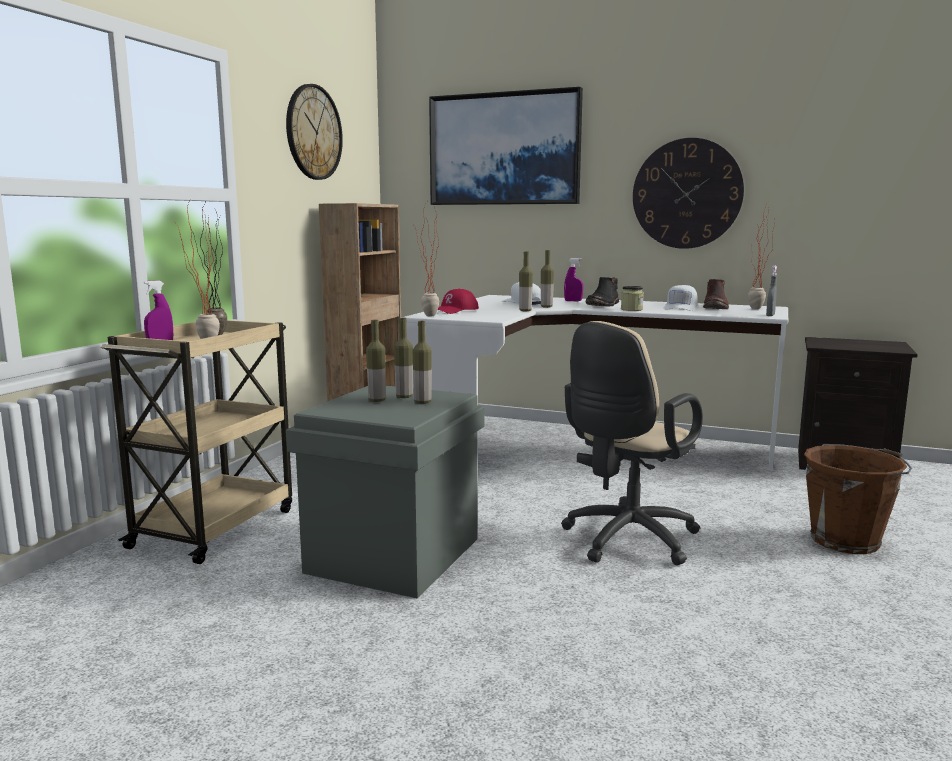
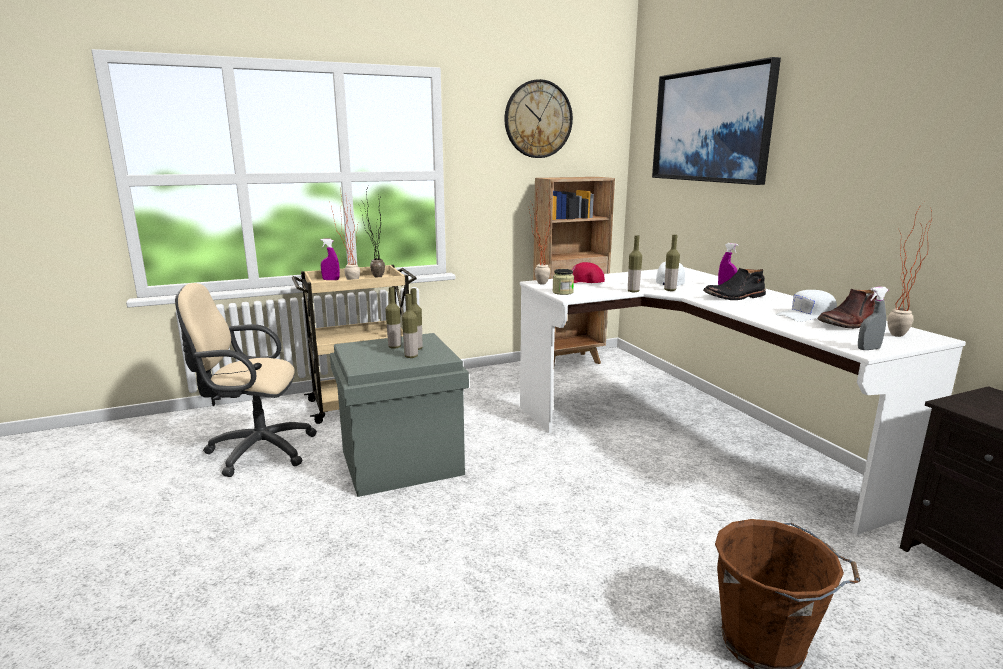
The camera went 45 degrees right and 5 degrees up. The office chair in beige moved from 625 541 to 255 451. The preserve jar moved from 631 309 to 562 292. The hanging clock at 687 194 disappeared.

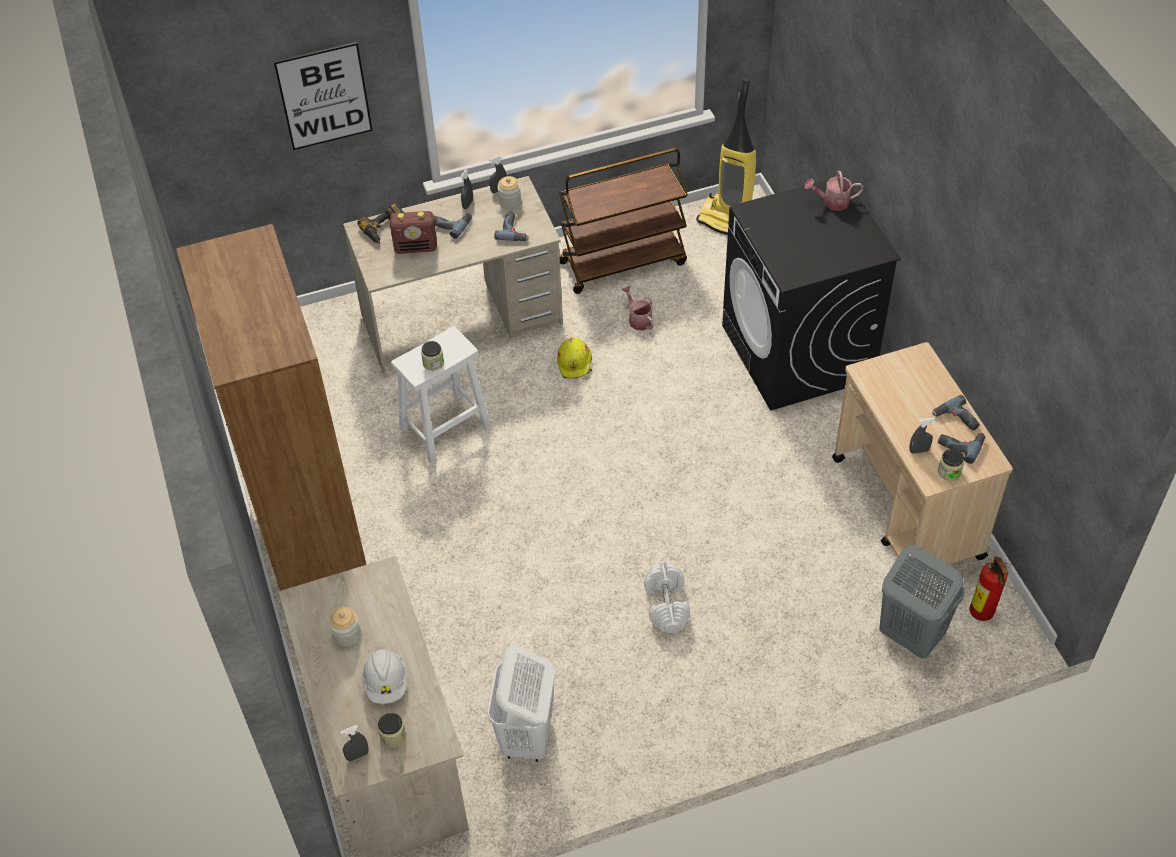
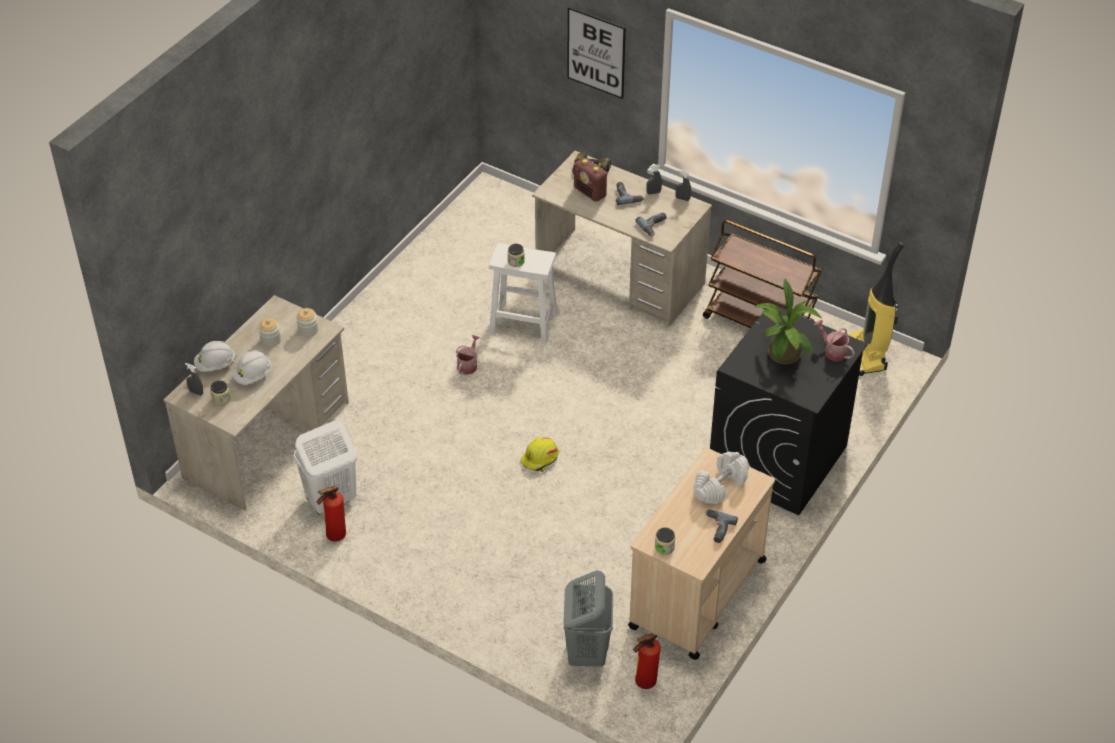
The camera went 50 degrees right and 5 degrees down. The work helmet in whitish at 215 365 appeared. The preserve jar moved from 510 201 to 308 330. The fire extinguisher at 333 537 appeared. The watering pot moved from 638 319 to 468 365. The work helmet in yellow moved from 575 363 to 540 459. The hand weight in whitish moved from 666 604 to 720 485. The houseplant at 783 357 appeared. The bookshelf in brown at 316 554 disappeared. The spray bottle in grey at 919 451 disappeared. The power drill at 960 444 disappeared.

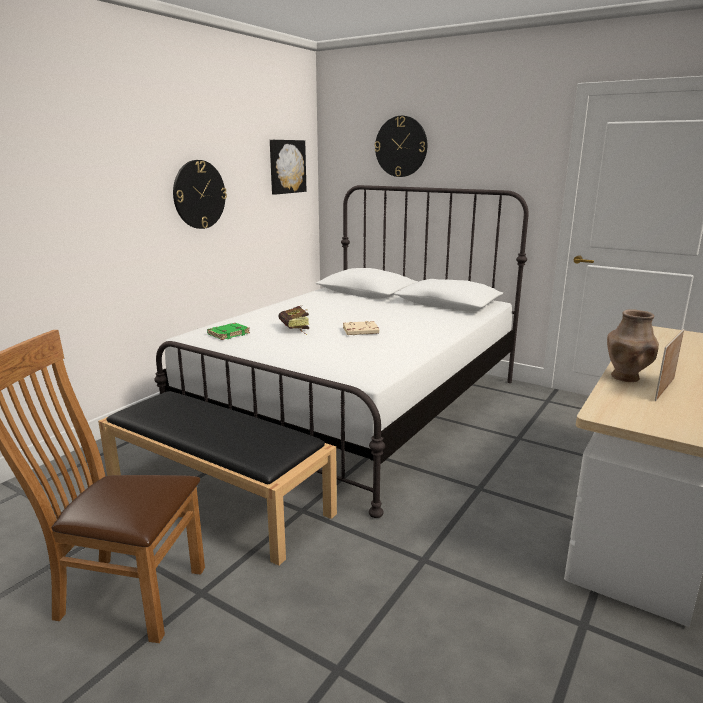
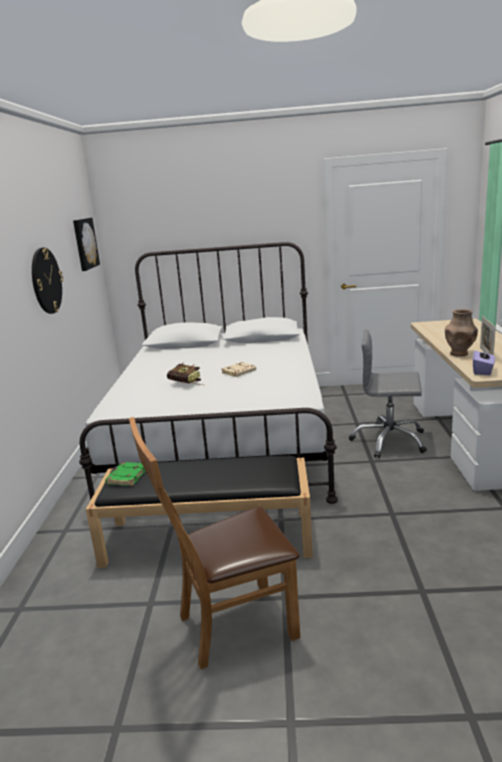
The camera went 30 degrees left and 0 degrees up. The bound book in greenish moved from 228 334 to 126 476. The office chair in grey at 389 441 appeared. The tissue box in purple at 483 371 appeared. The hanging clock at 401 146 disappeared.

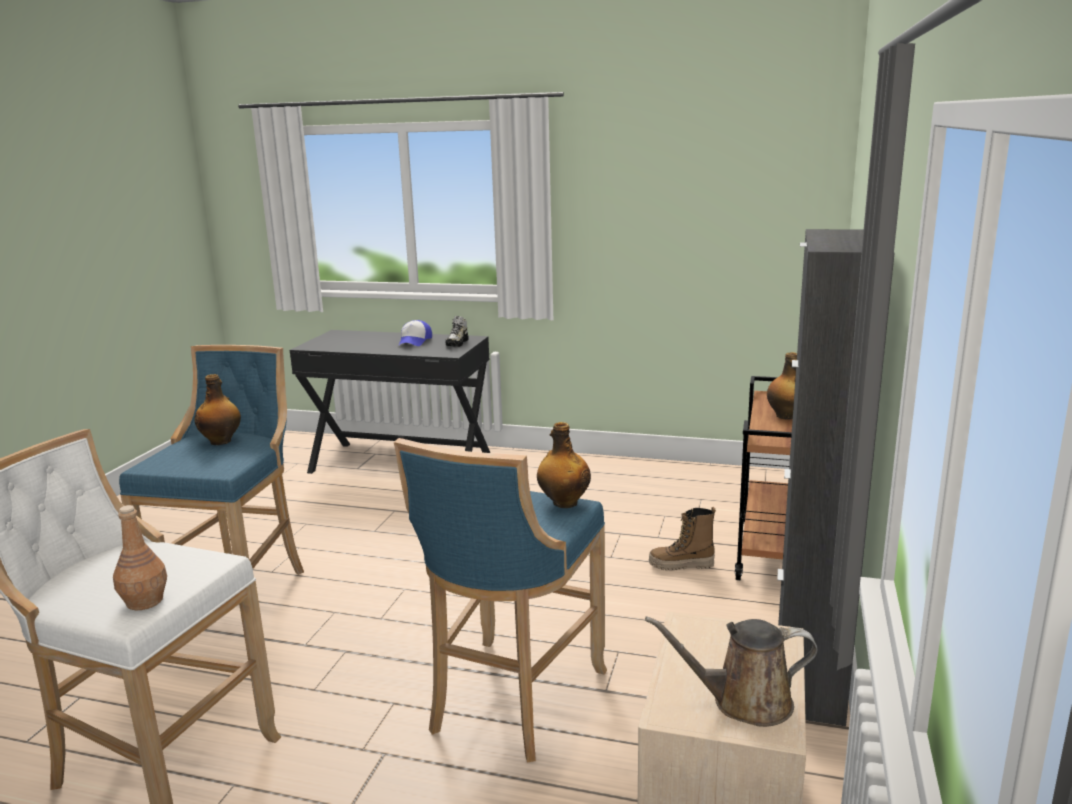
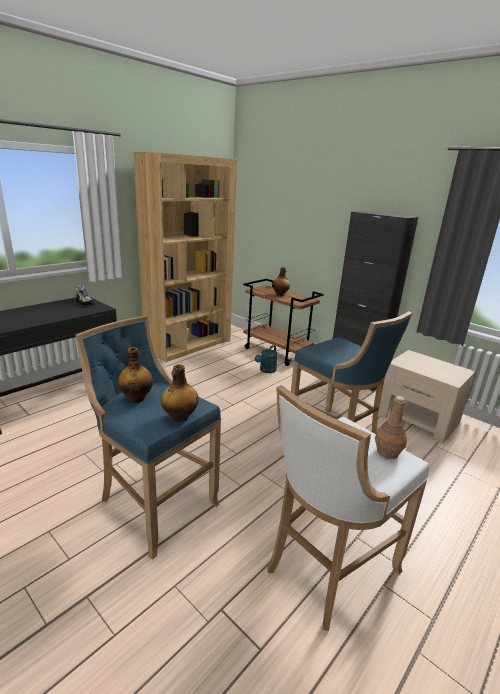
The camera went 65 degrees left and 5 degrees up. The bookshelf in brown at 189 345 appeared. The bottle moved from 564 503 to 179 417. The high-top boot at 681 565 was replaced by the watering pot in turquoise-coloured at 266 370. The peaked cap at 415 341 disappeared. The watering pot in brown at 744 702 disappeared.

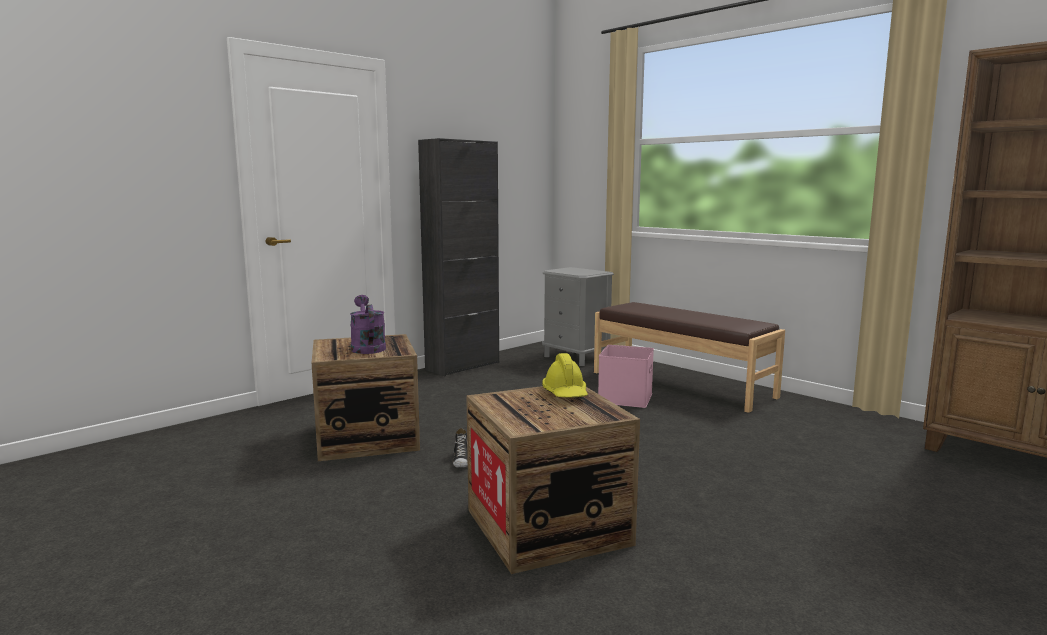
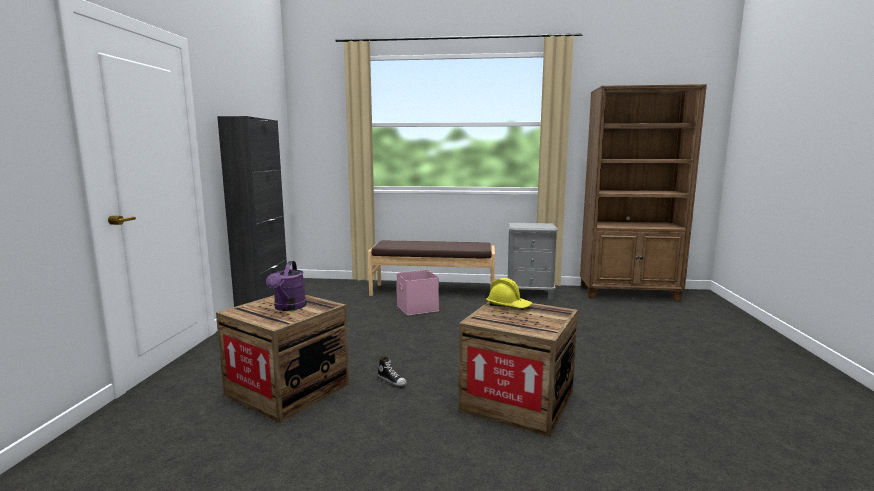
The camera went 40 degrees left and 0 degrees up. The watering pot in purple at 367 347 turned 120 degrees counterclockwise. The bedside table in grey moved from 575 357 to 530 294.

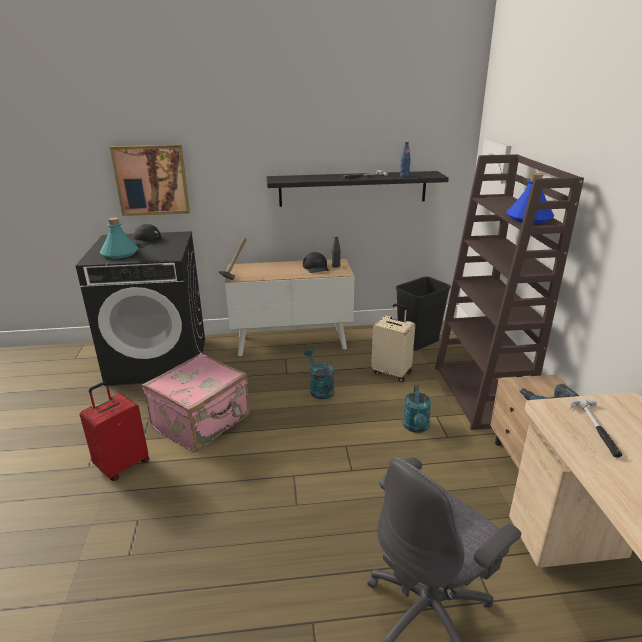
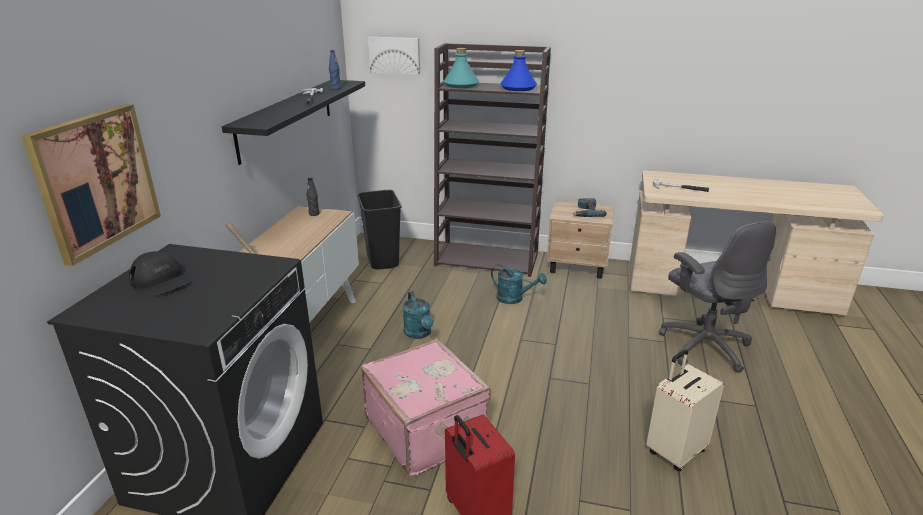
The camera went 70 degrees left and 0 degrees up. The watering pot in turquoise-coloured at 319 389 turned 105 degrees counterclockwise. The bottle in turquoise-coloured moved from 120 253 to 460 85. The suitcase in beige moved from 392 372 to 675 451. The peaked cap in blackish at 316 267 disappeared.

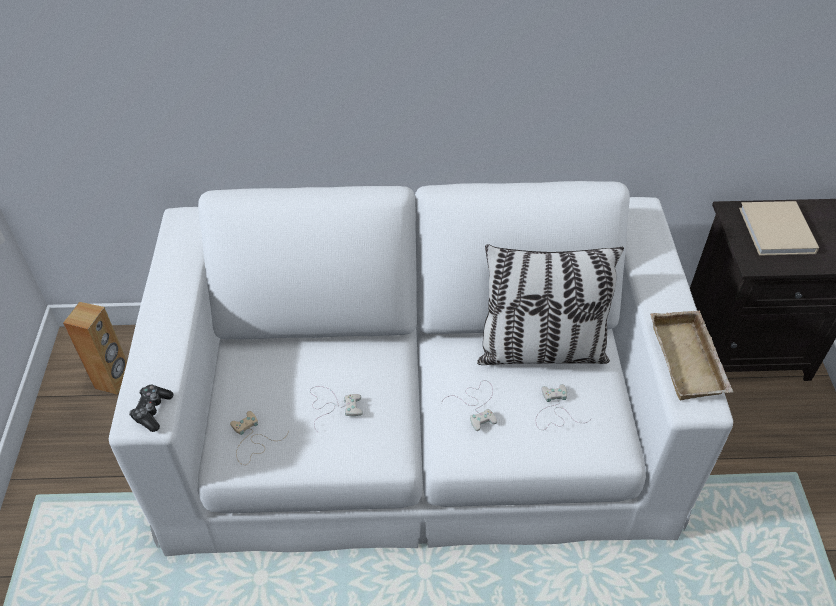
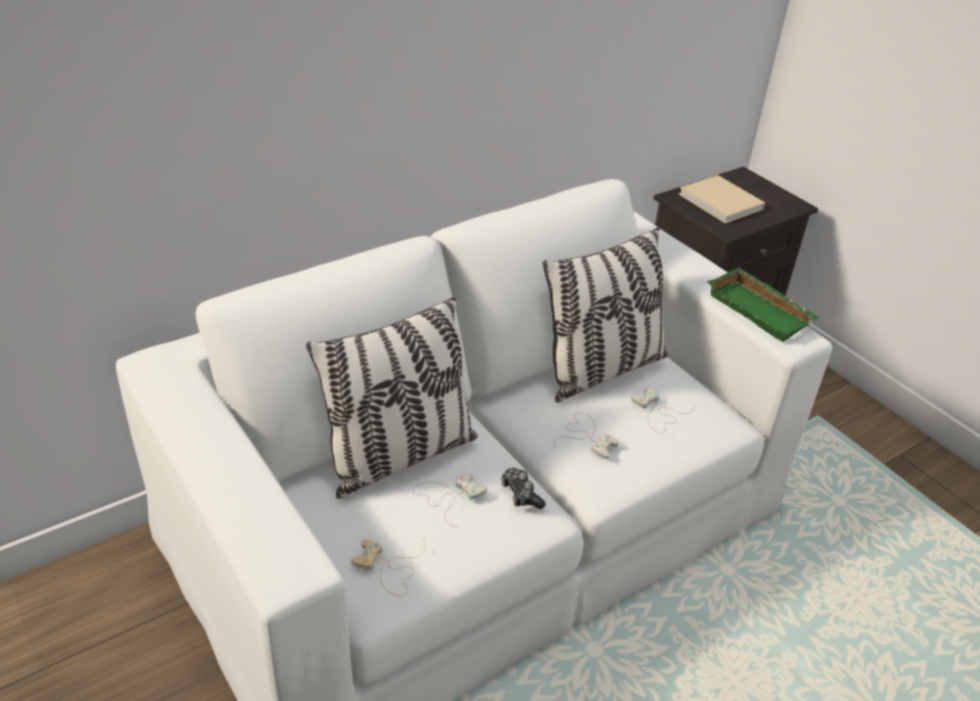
The camera went 35 degrees left and 10 degrees down. The pillow at 399 456 appeared. The game controller moved from 152 411 to 521 494. The serving tray in beige at 690 361 became the serving tray in greenish at 761 310. The loudspeaker in brown at 113 381 disappeared.

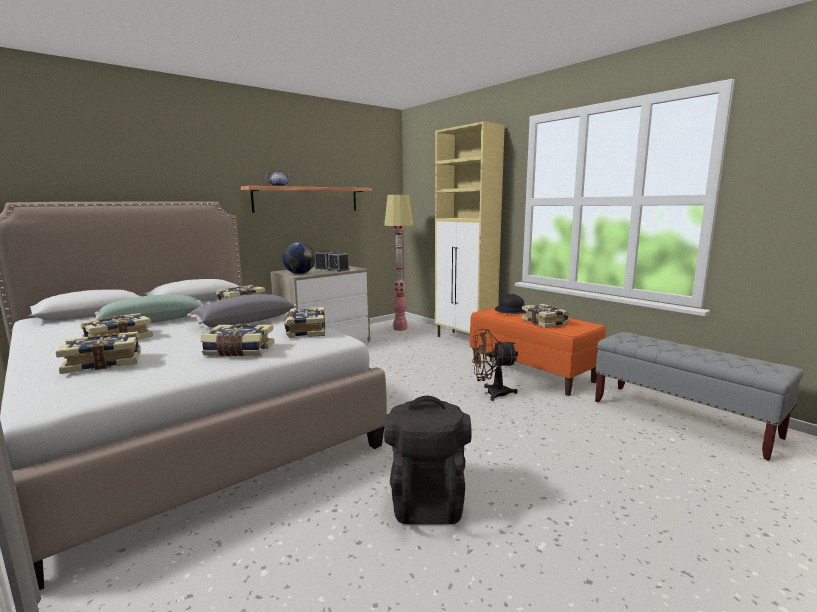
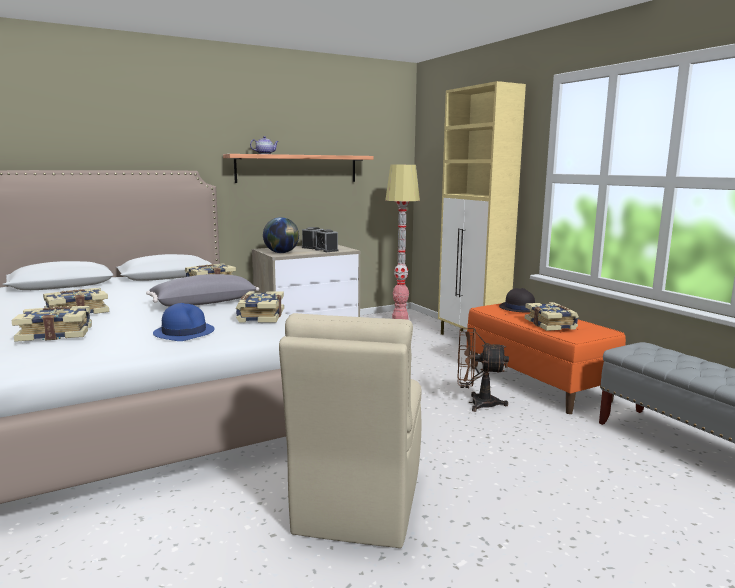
The camera went 10 degrees right and 0 degrees up. The bound book at 239 351 was replaced by the clothing hat in blue at 184 332. The backpack in blackish at 427 498 was replaced by the chair in beige at 358 503. The pillow in greenish at 153 321 disappeared.

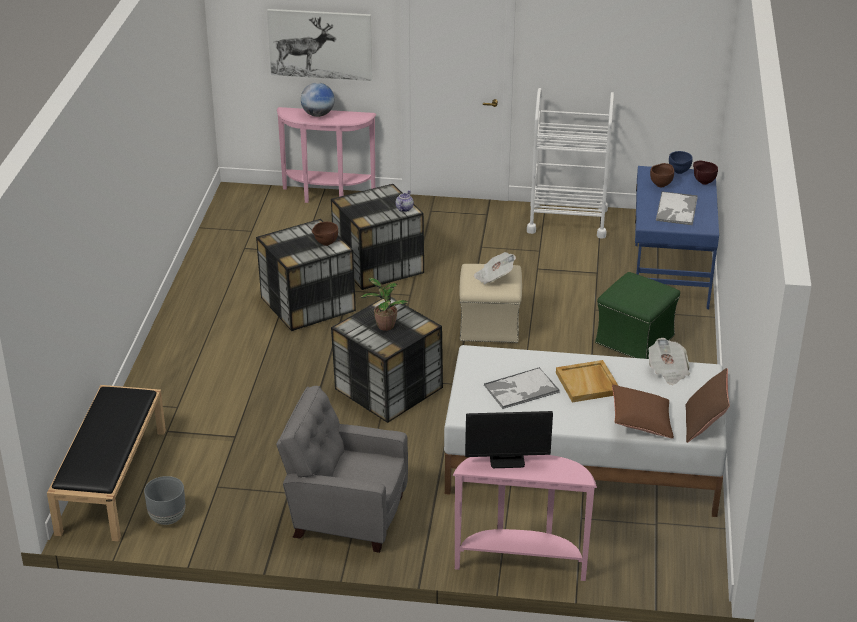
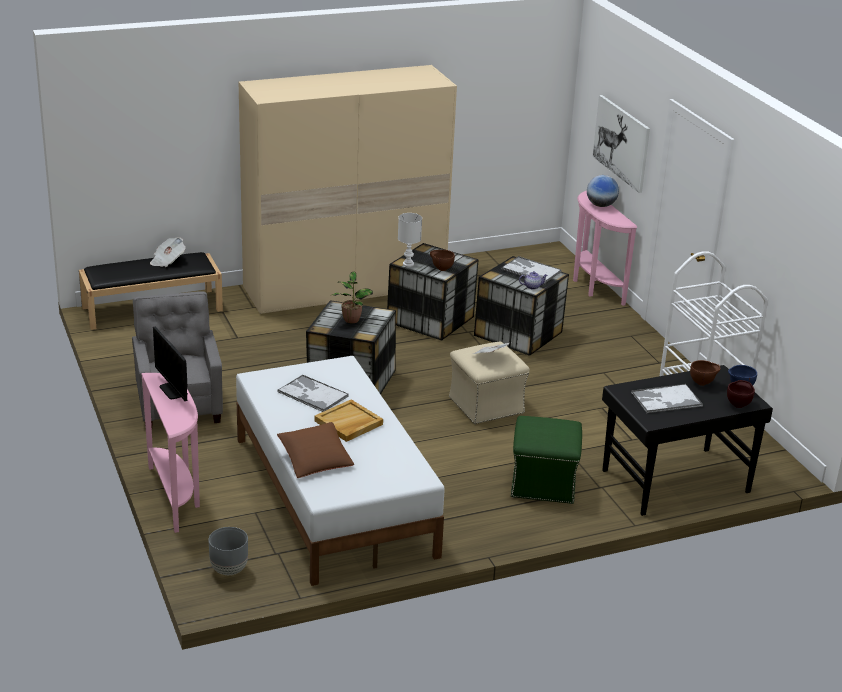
The camera went 60 degrees right and 5 degrees down. The daily paper moved from 668 371 to 167 261. The planter in grey moved from 168 518 to 229 570. The armoire in beige at 345 287 appeared. The lamp for a table in whitish at 408 264 appeared. The serving tray at 530 270 appeared. The desk table in blue at 669 275 became the desk table in blackish at 674 480. The pillow in brown at 704 425 disappeared.

